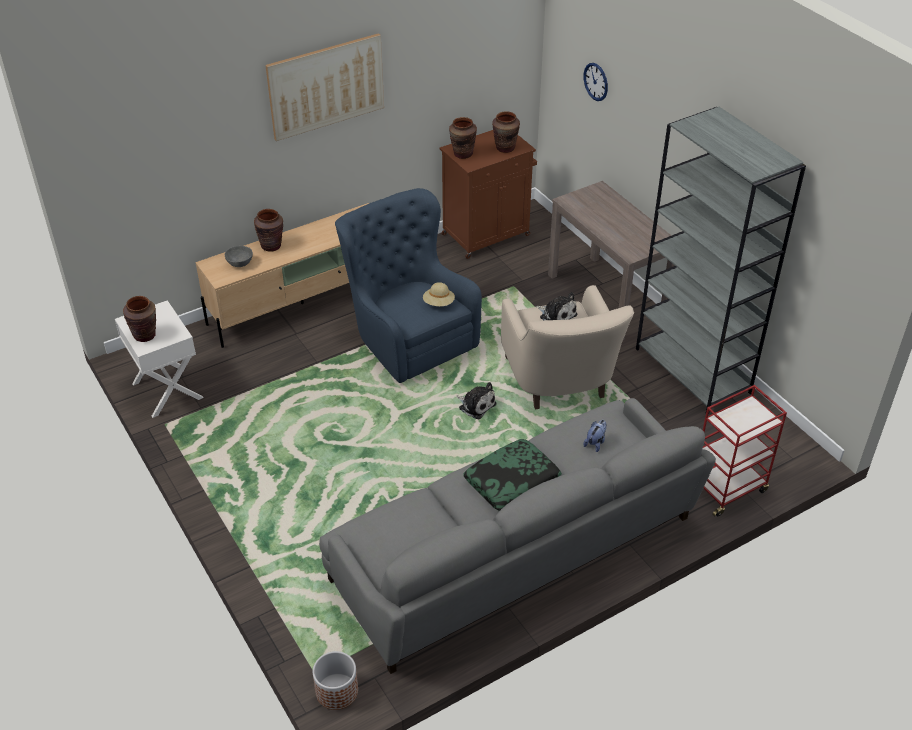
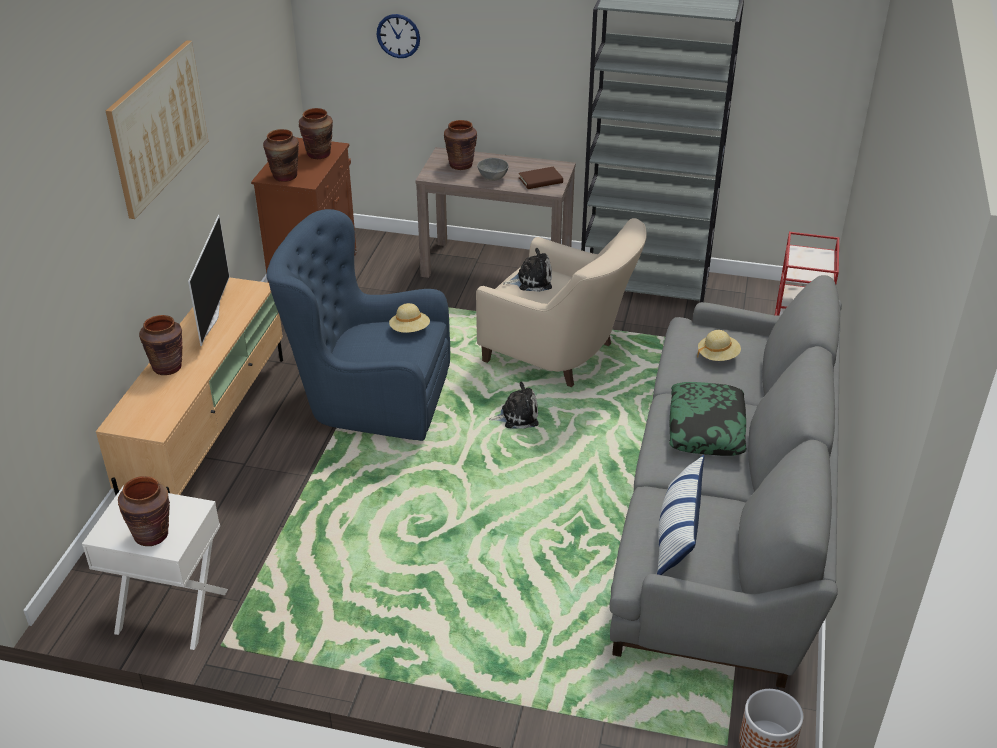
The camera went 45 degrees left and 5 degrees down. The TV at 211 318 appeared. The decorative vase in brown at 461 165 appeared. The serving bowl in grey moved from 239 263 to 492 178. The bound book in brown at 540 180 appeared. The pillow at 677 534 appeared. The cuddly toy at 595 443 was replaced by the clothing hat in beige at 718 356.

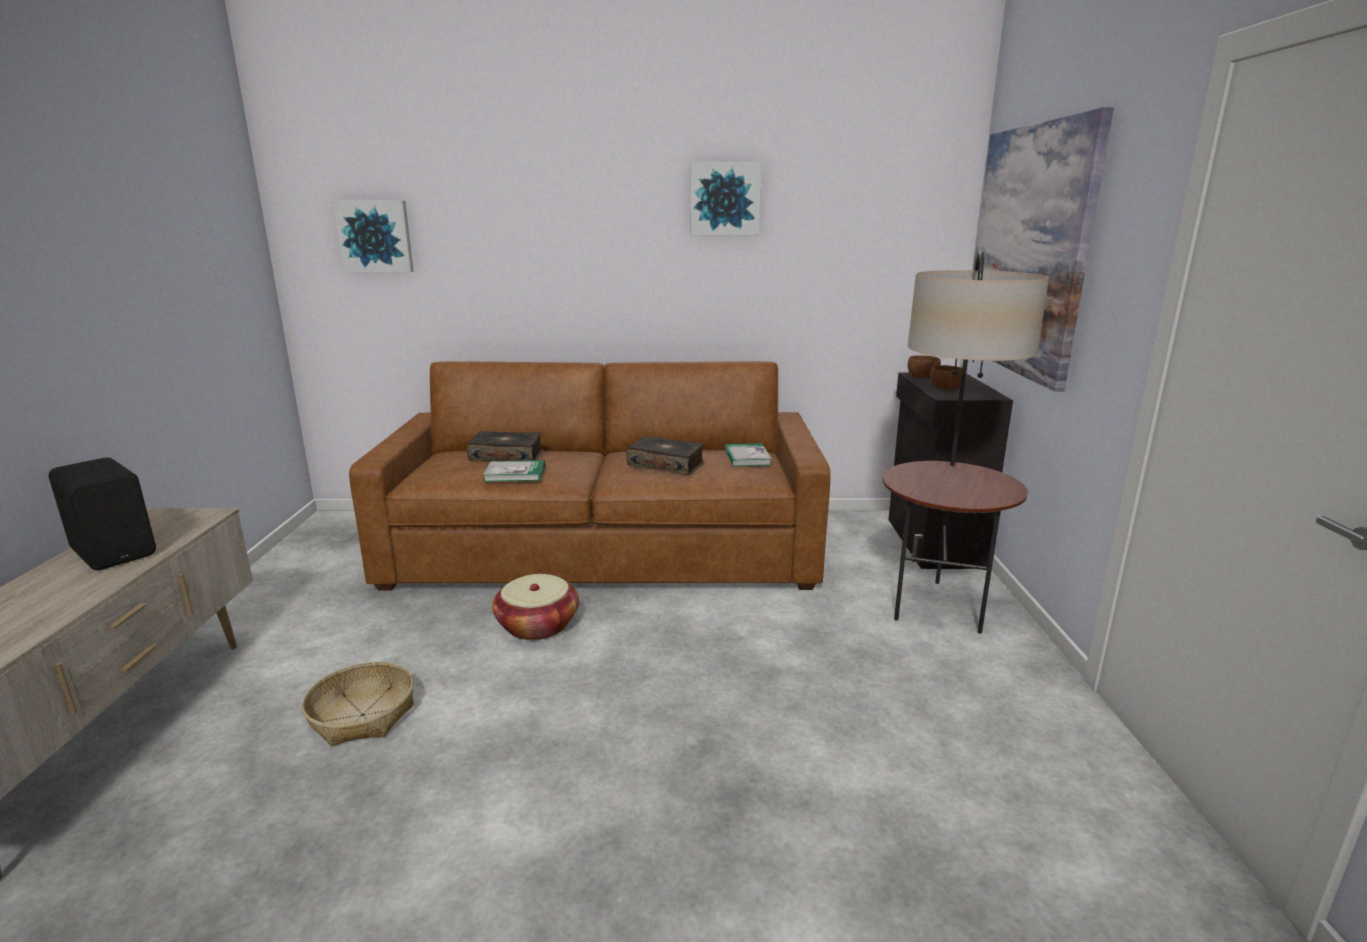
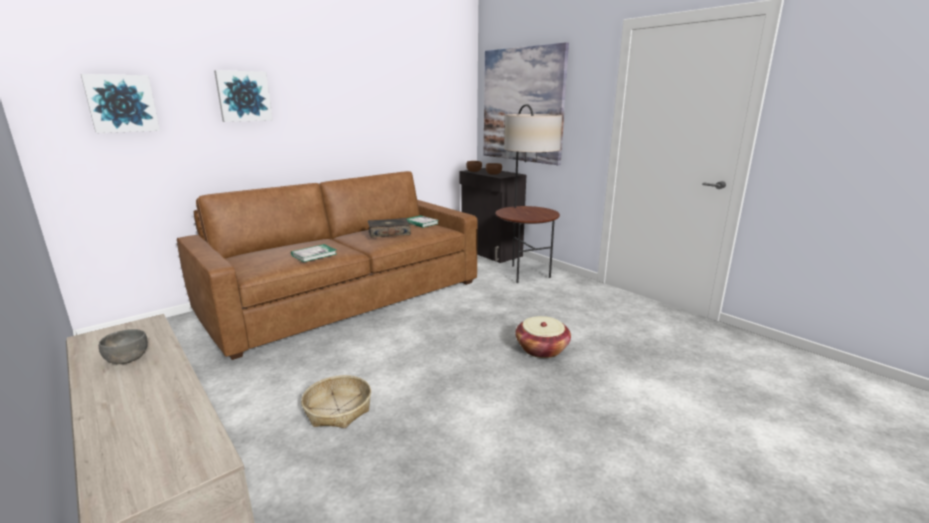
The camera went 40 degrees left and 0 degrees up. The loudspeaker in blackish at 116 551 was replaced by the serving bowl in grey at 127 358. The wall picture moved from 724 199 to 243 96. The household basket moved from 537 625 to 542 349. The bound book at 506 456 disappeared.

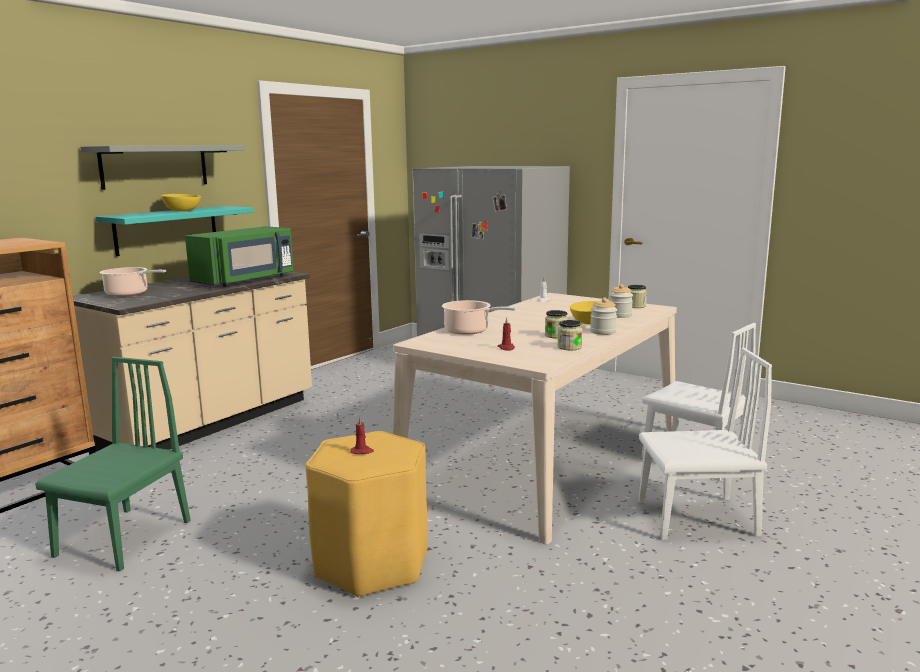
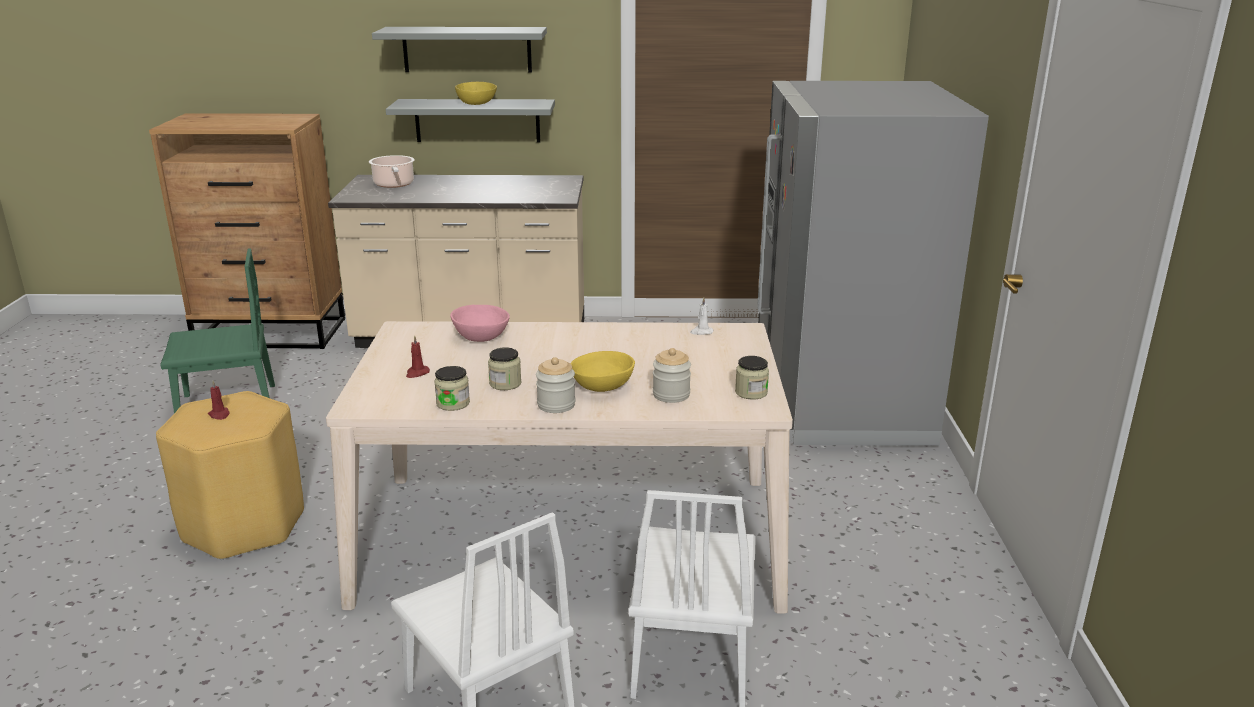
The camera went 55 degrees right and 10 degrees up. The bracket shelf in turquoise-coloured at 166 230 became the bracket shelf in grey at 477 120. The stockpot at 469 331 was replaced by the serving bowl in pink-coloured at 480 337. The microwave oven in greenish at 246 280 disappeared.

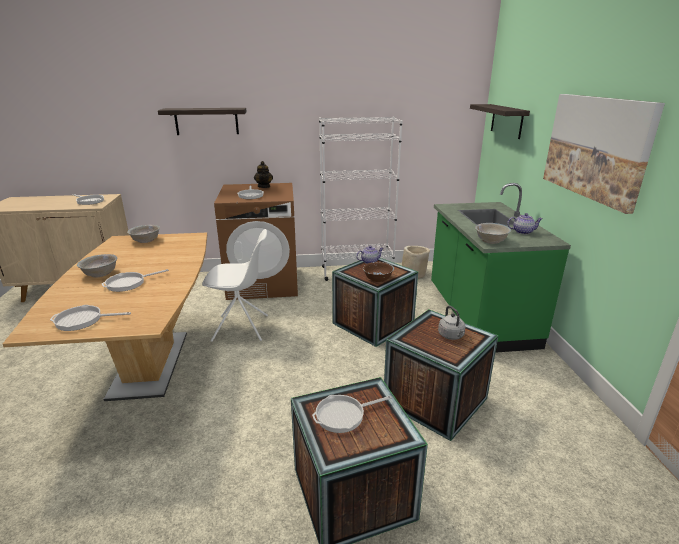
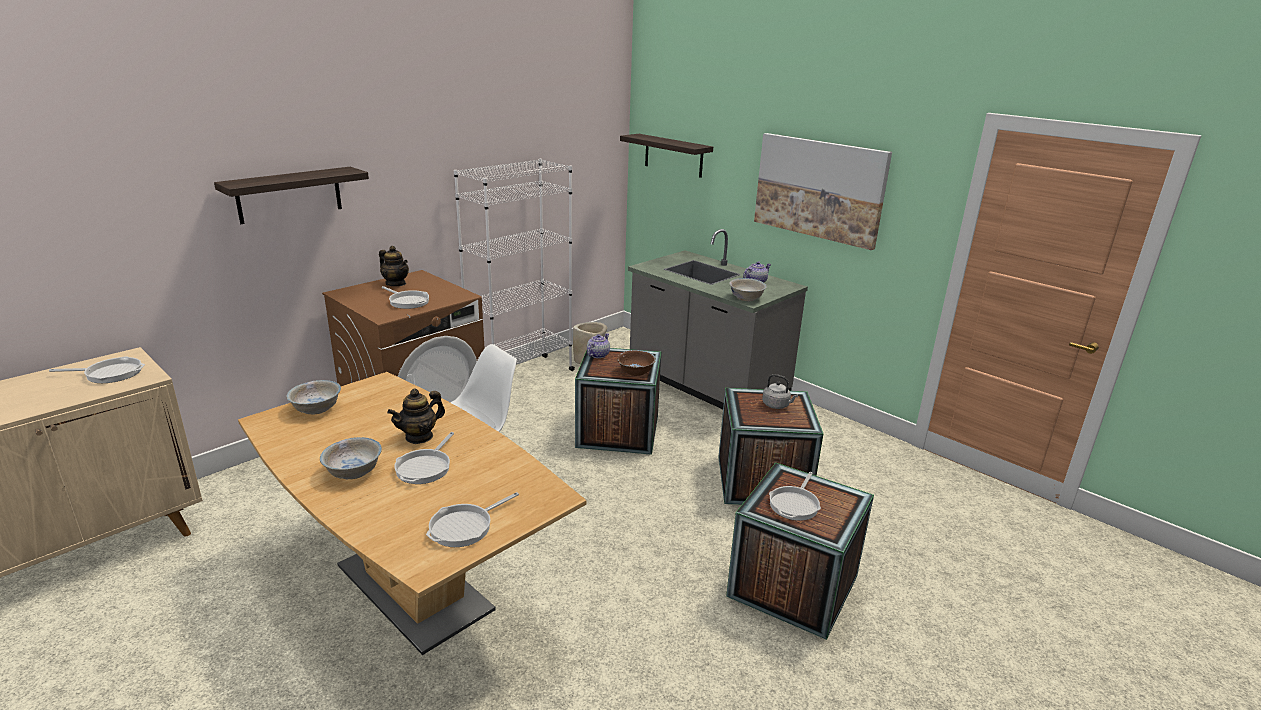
The camera went 40 degrees left and 0 degrees up. The tea pot at 419 436 appeared. The counter in greenish at 479 316 became the counter in grey at 706 386.

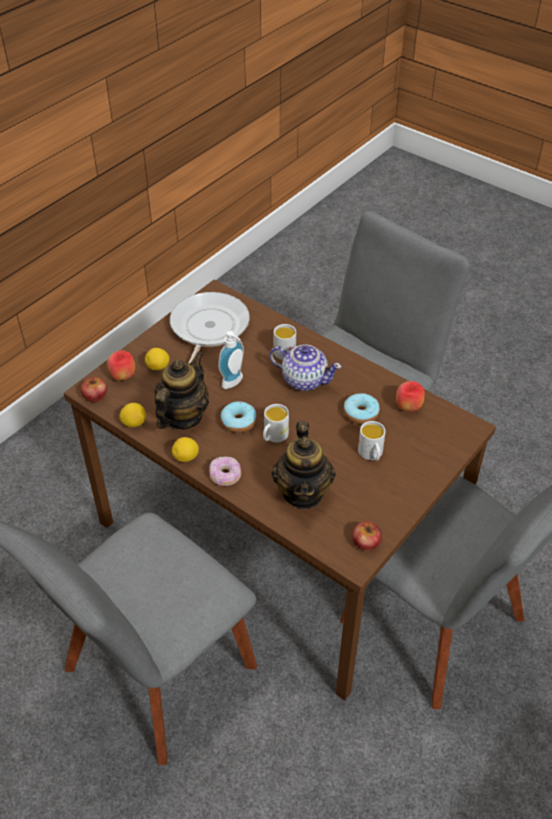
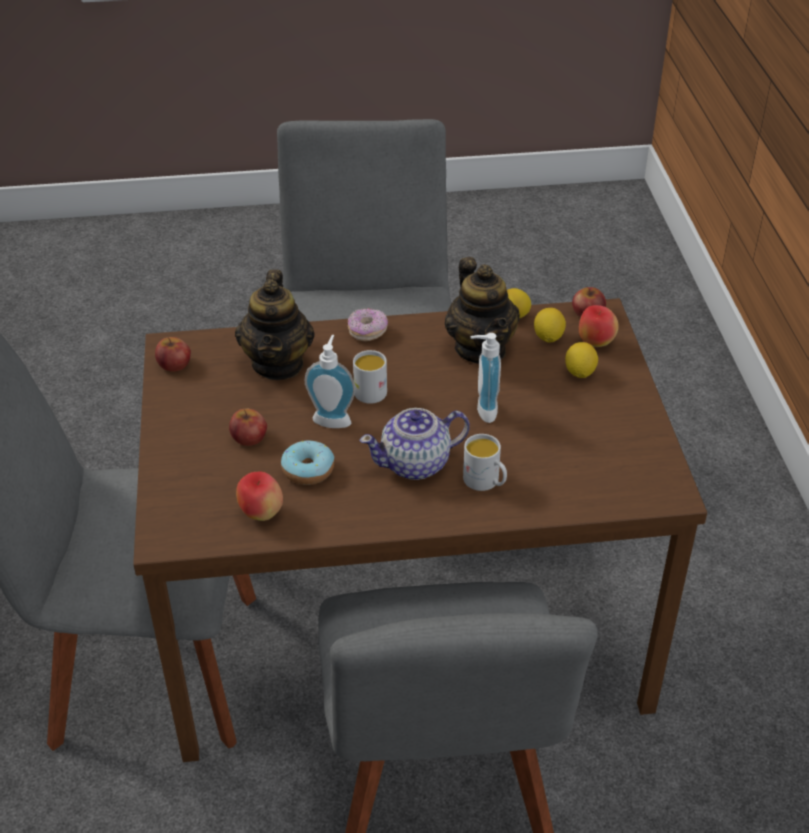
The camera went 135 degrees right and 5 degrees down. The coffee mug in whitish at 371 454 was replaced by the whole apple at 249 437. The tea pot at 303 492 turned 135 degrees counterclockwise. The soap dispenser at 333 418 appeared. The citrus fruit moved from 186 457 to 548 337. The skillet at 207 329 disappeared. The donut at 238 422 disappeared.

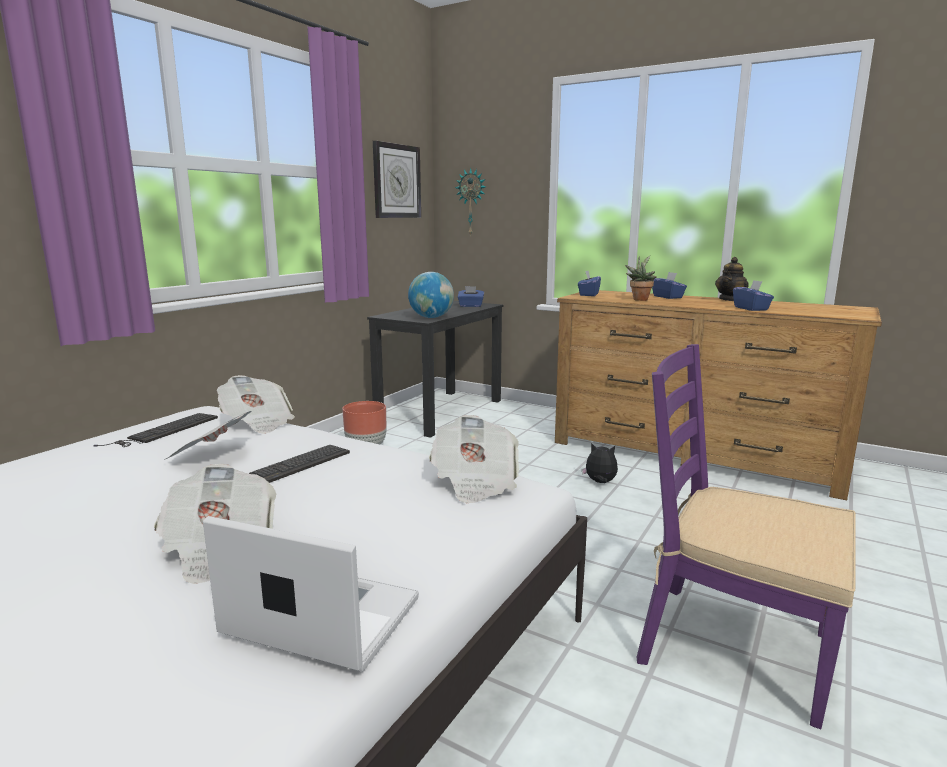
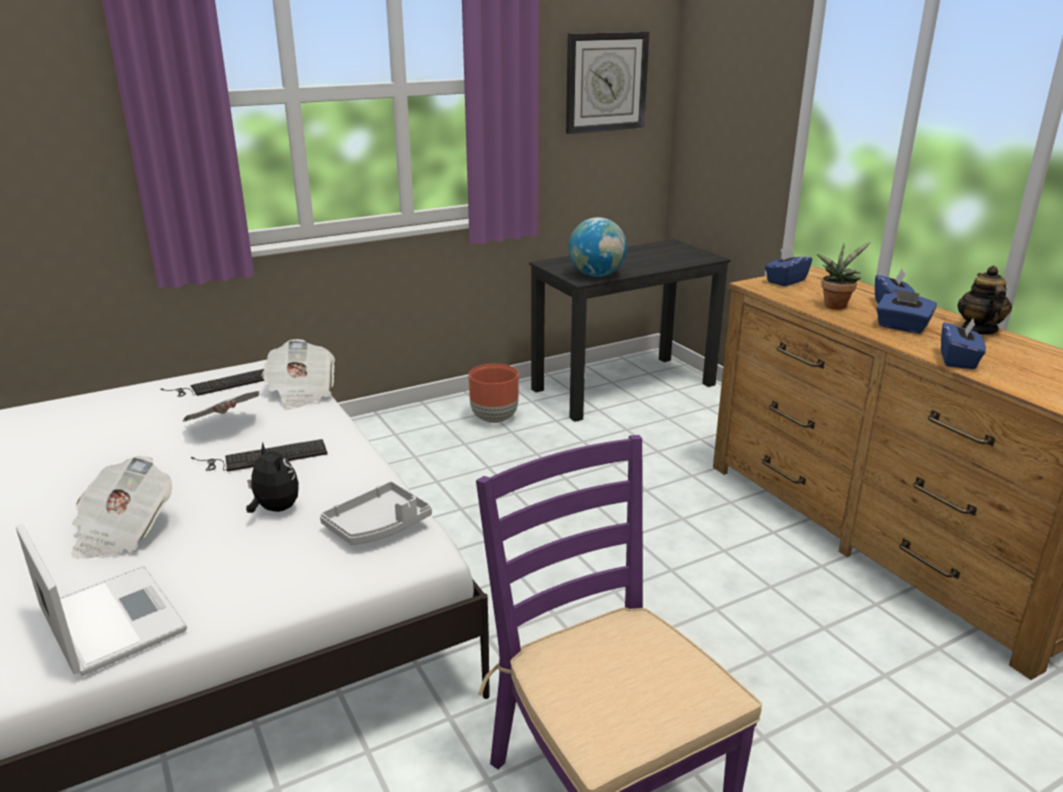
The camera went 30 degrees right and 10 degrees up. The cuddly toy moved from 600 482 to 275 509. The daily paper at 475 482 was replaced by the serving tray in grey at 378 526. The tissue box in blue moved from 470 306 to 902 327. The tea pot at 730 300 turned 120 degrees clockwise. The hanging clock at 472 202 disappeared.

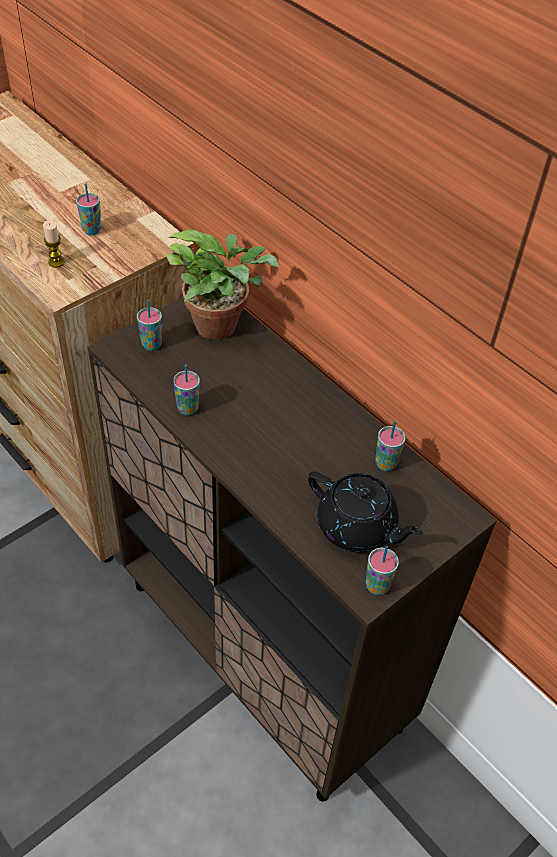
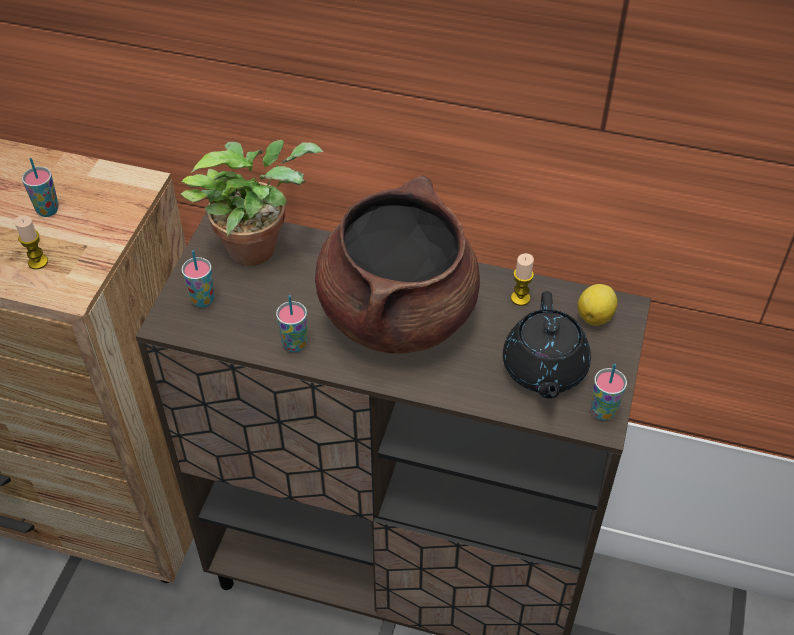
The camera went 30 degrees left and 0 degrees up. The stockpot in brown at 397 313 appeared. The tea pot in blackish at 357 527 turned 90 degrees clockwise. The drinking cup at 385 464 was replaced by the candle at 520 298. The citrus fruit at 595 316 appeared.

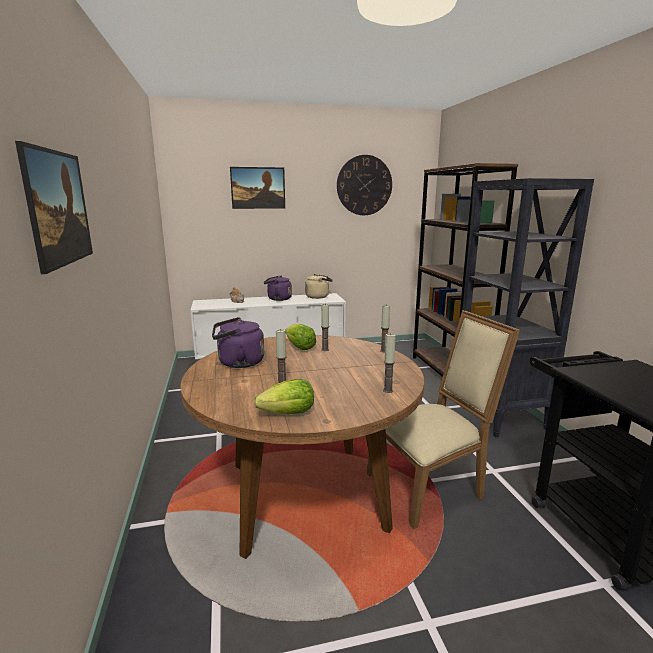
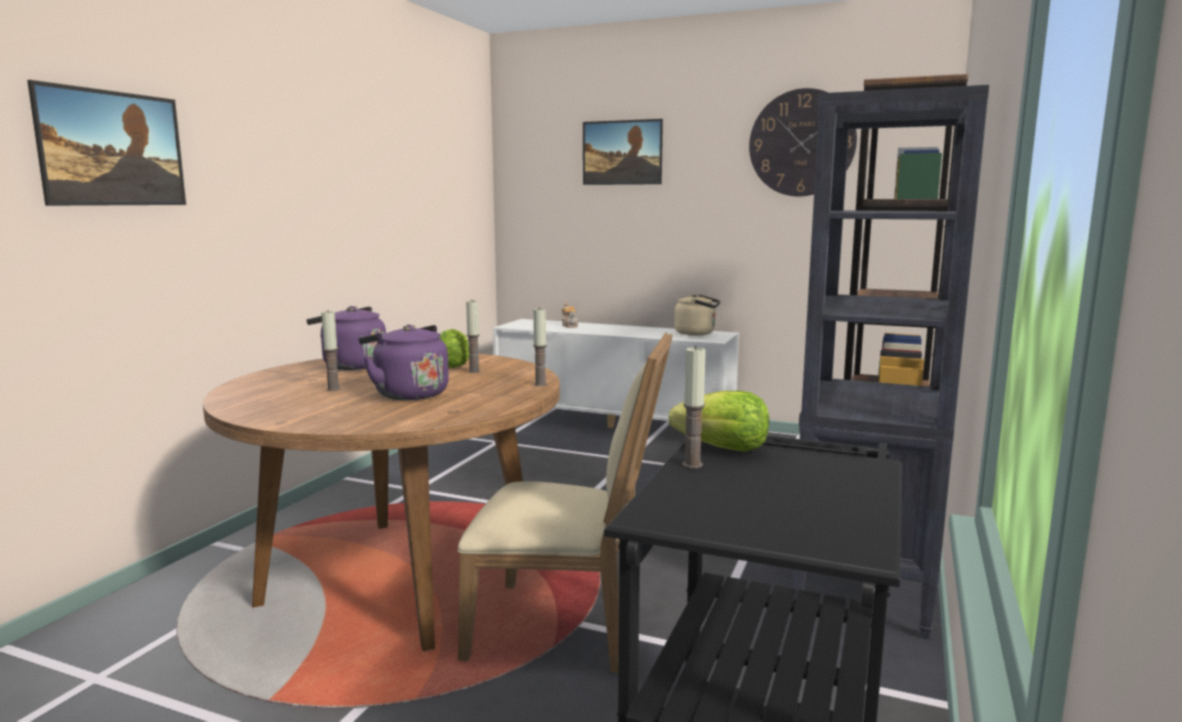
The camera went 35 degrees right and 5 degrees down. The kettle in purple moved from 278 299 to 408 394. The lettuce moved from 288 414 to 723 449. The candle moved from 388 390 to 692 464.

